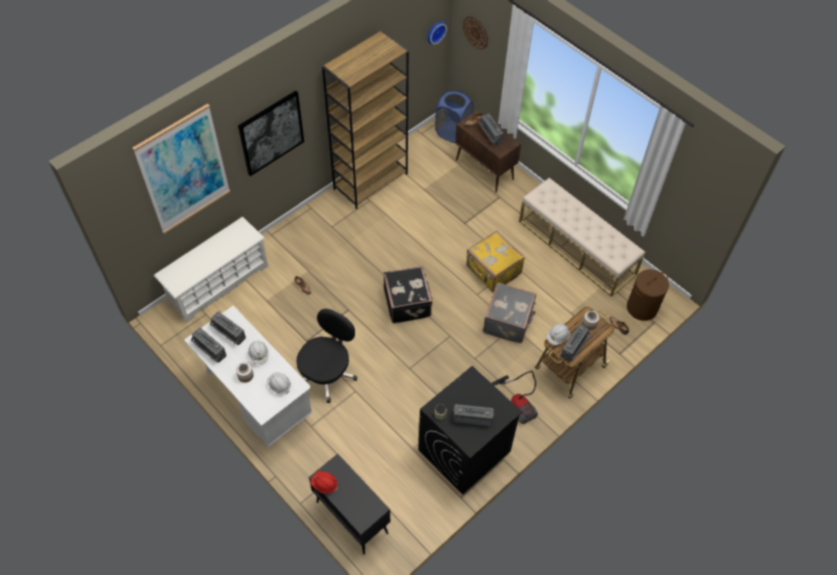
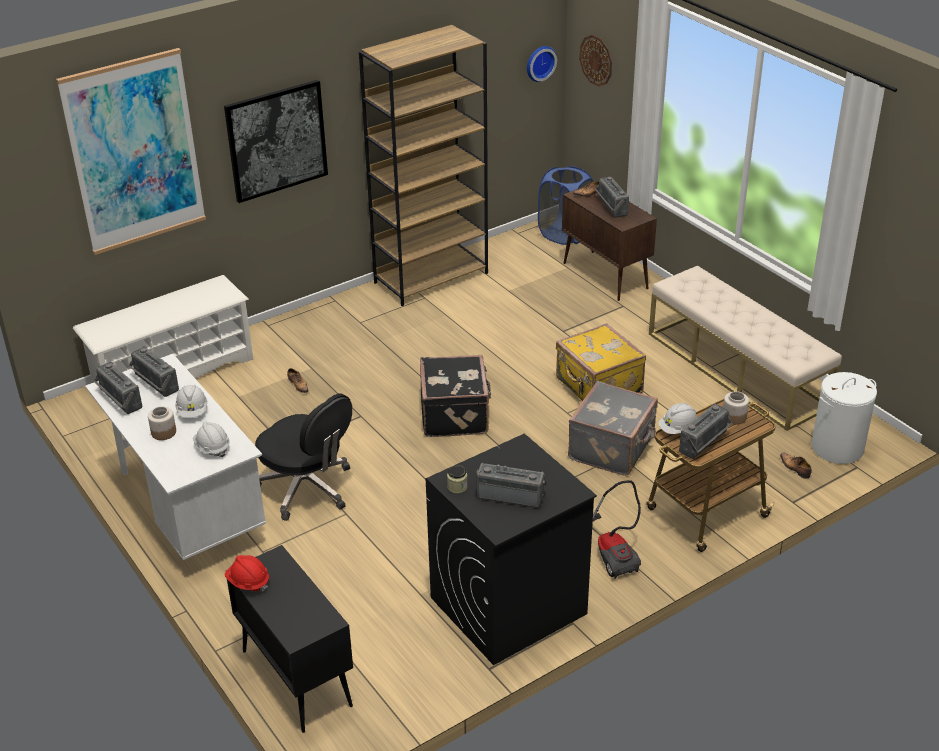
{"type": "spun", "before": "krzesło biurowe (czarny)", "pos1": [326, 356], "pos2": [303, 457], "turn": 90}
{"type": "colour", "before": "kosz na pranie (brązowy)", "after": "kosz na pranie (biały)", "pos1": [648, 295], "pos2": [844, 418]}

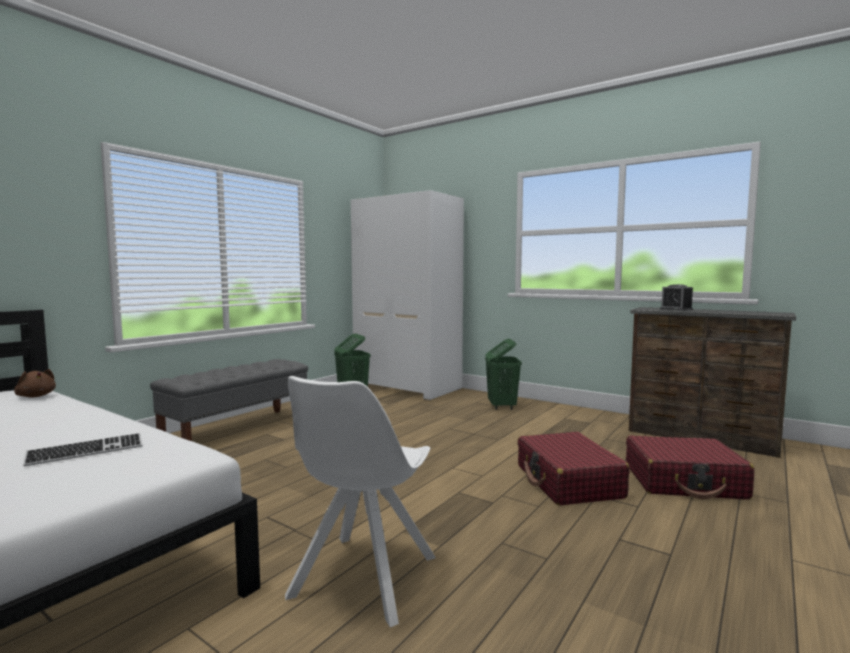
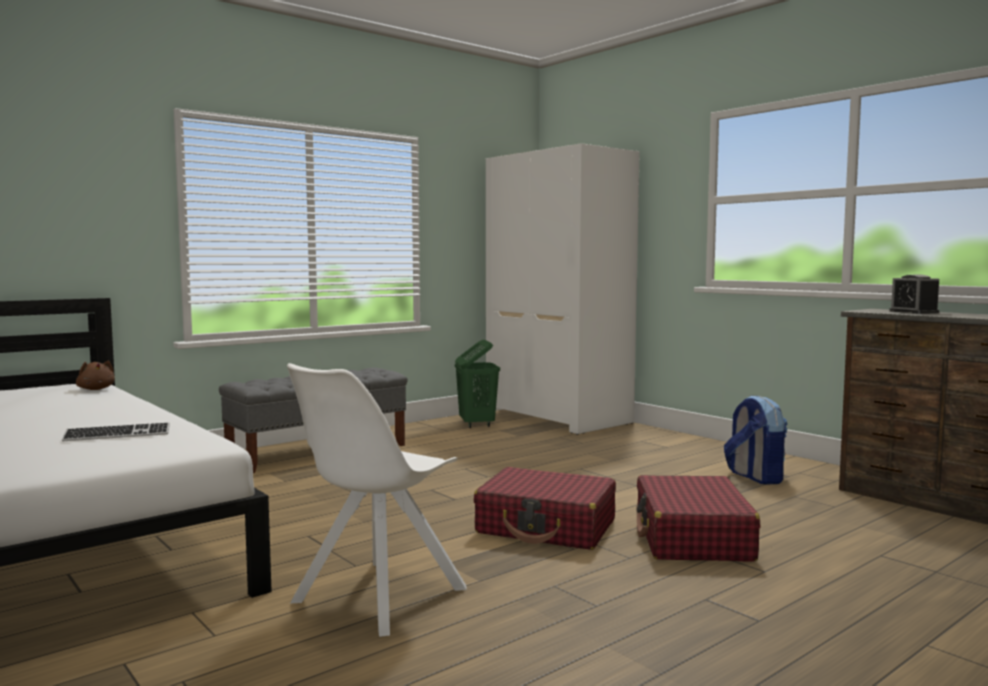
{"type": "relocated", "before": "walizka (czerwony)", "pos1": [690, 467], "pos2": [545, 508]}
{"type": "appeared", "after": "plecak", "pos2": [756, 440]}
{"type": "missing", "before": "kosz na pranie (zielony)", "pos1": [503, 374]}

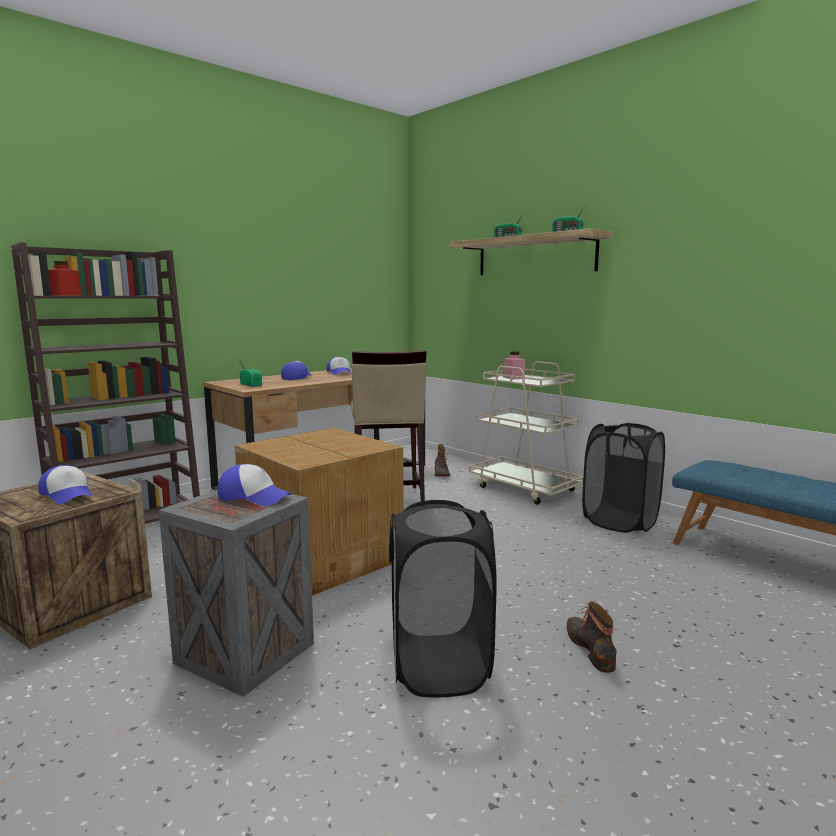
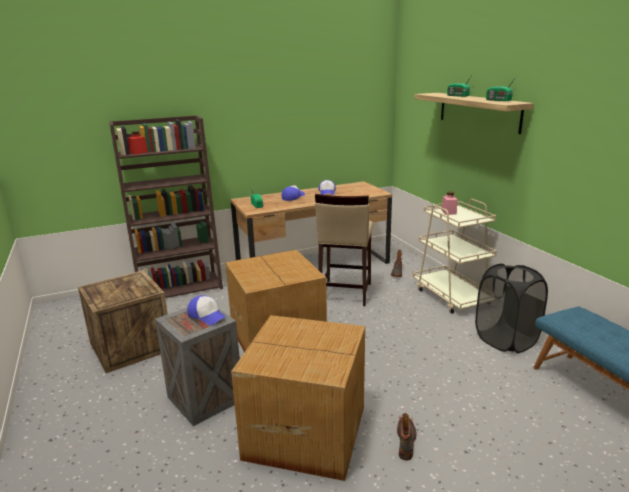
{"type": "exchanged", "before": "kosz na pranie (czarny)", "after": "karton", "pos1": [443, 598], "pos2": [298, 398]}
{"type": "missing", "before": "czapka z daszkiem", "pos1": [65, 484]}

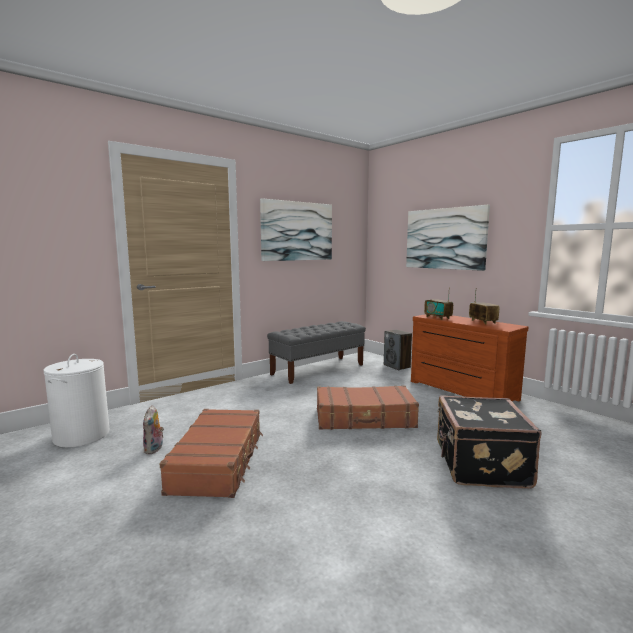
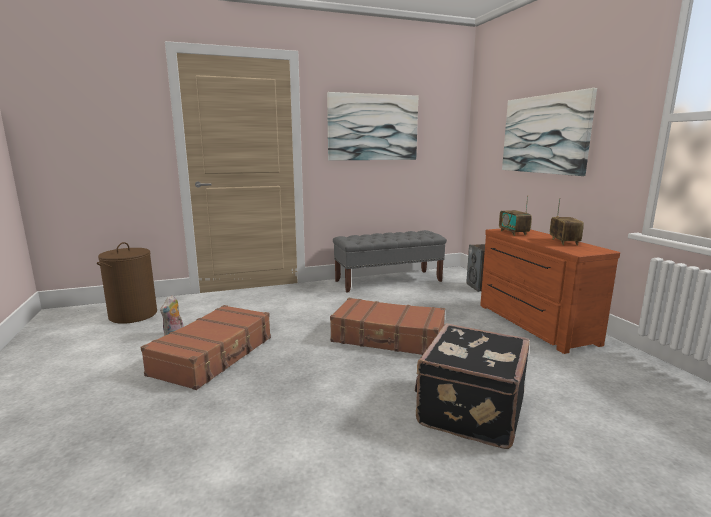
{"type": "colour", "before": "kosz na pranie (biały)", "after": "kosz na pranie (brązowy)", "pos1": [76, 400], "pos2": [127, 283]}

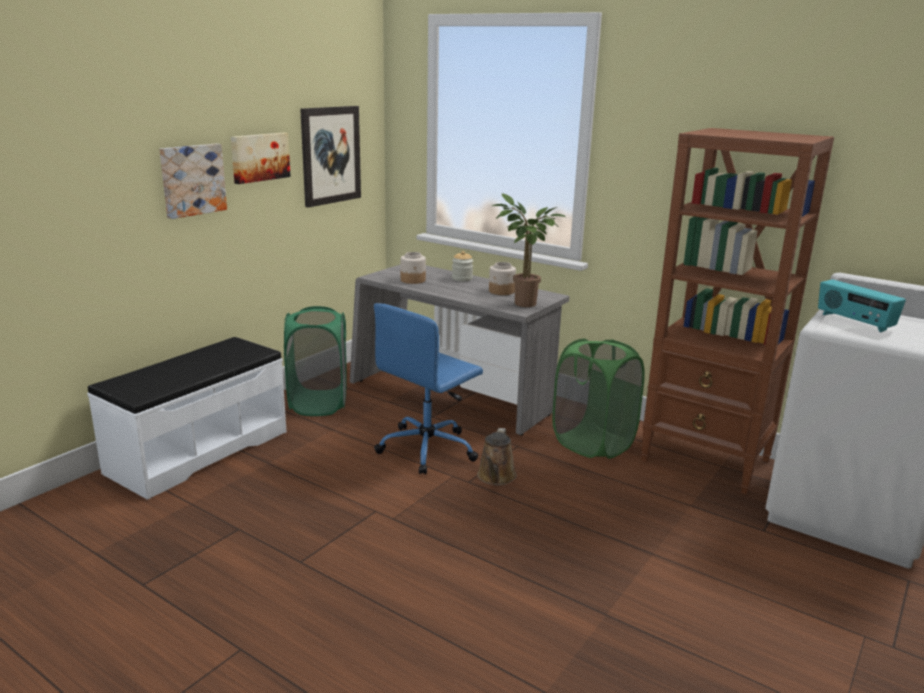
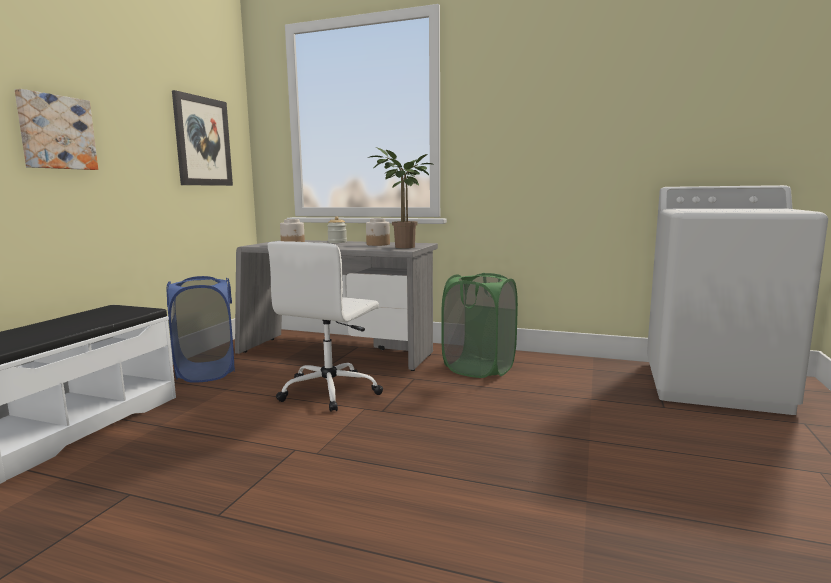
{"type": "colour", "before": "kosz na pranie (zielony)", "after": "kosz na pranie (niebieski)", "pos1": [315, 361], "pos2": [201, 329]}
{"type": "colour", "before": "krzesło biurowe (niebieski)", "after": "krzesło biurowe (biały)", "pos1": [428, 389], "pos2": [325, 326]}
{"type": "missing", "before": "obraz", "pos1": [261, 158]}
{"type": "missing", "before": "konewka (brązowy)", "pos1": [497, 456]}
{"type": "missing", "before": "regał (brązowy)", "pos1": [737, 311]}
{"type": "missing", "before": "radio", "pos1": [862, 306]}

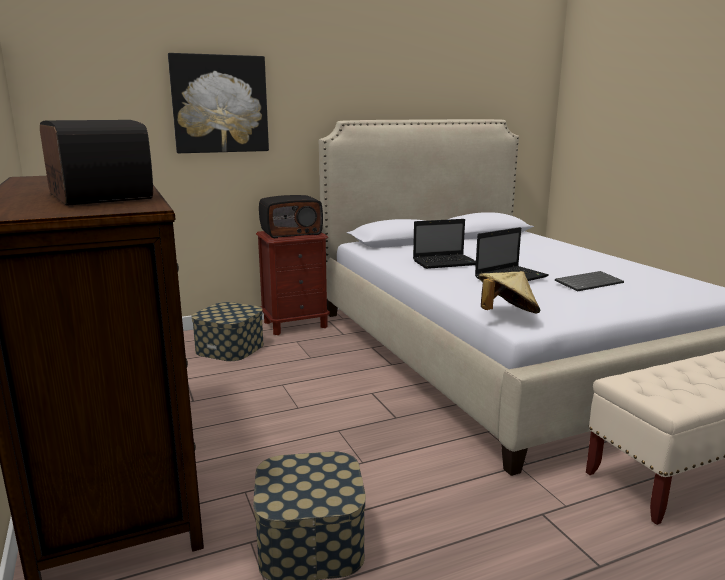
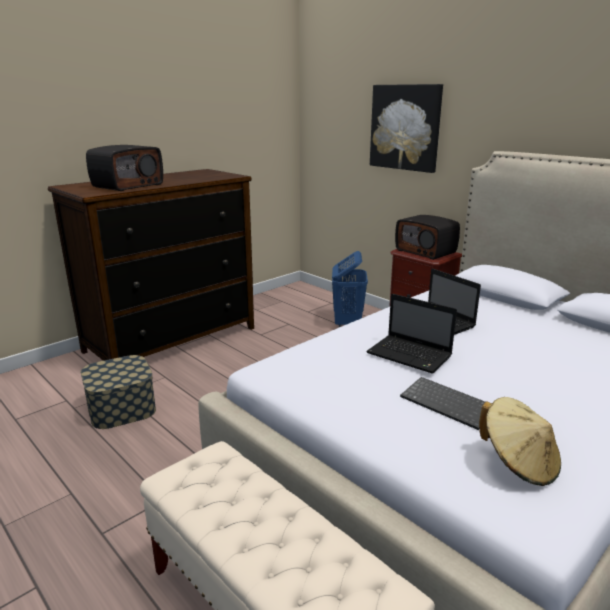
{"type": "exchanged", "before": "pojemnik do przechowywania", "after": "kosz na pranie (niebieski)", "pos1": [227, 331], "pos2": [350, 289]}
{"type": "relocated", "before": "kapelusz (beżowy)", "pos1": [509, 292], "pos2": [520, 441]}

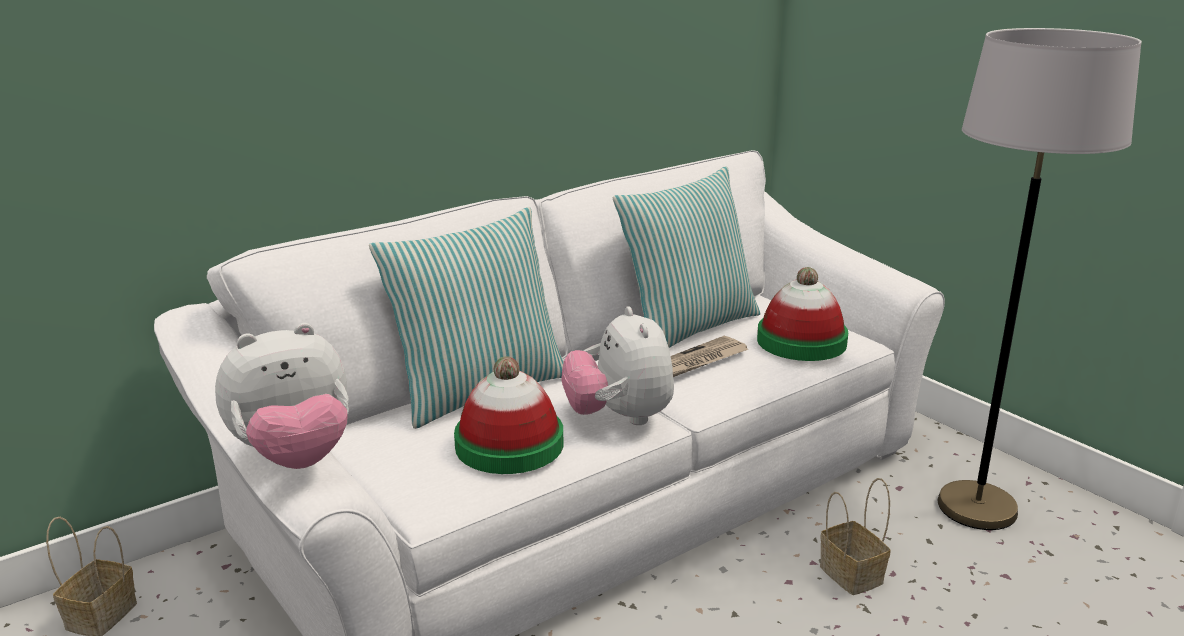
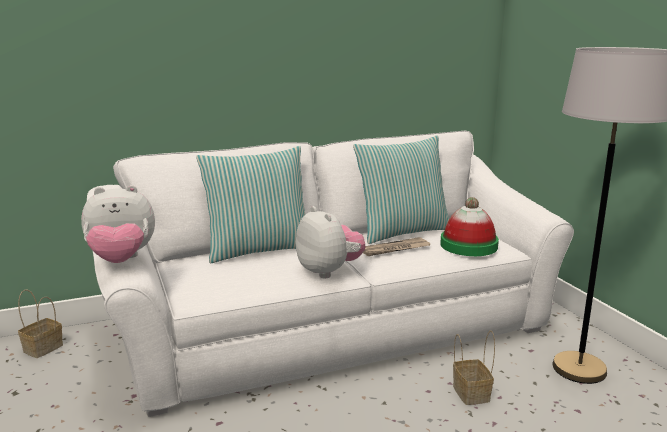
{"type": "spun", "before": "pluszak", "pos1": [617, 365], "pos2": [330, 242], "turn": 150}
{"type": "missing", "before": "kapelusz", "pos1": [509, 415]}

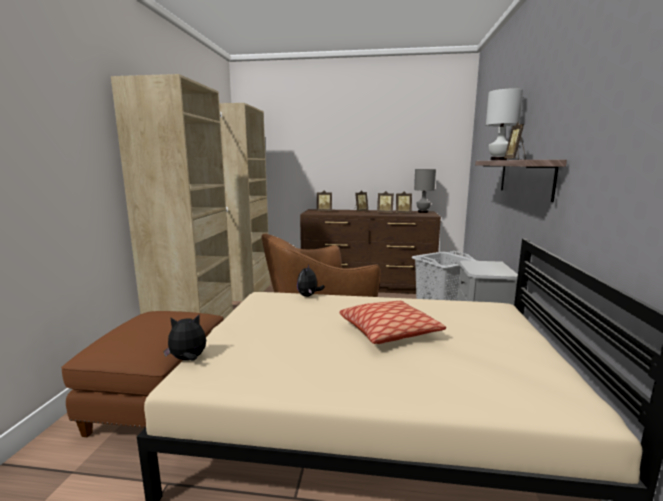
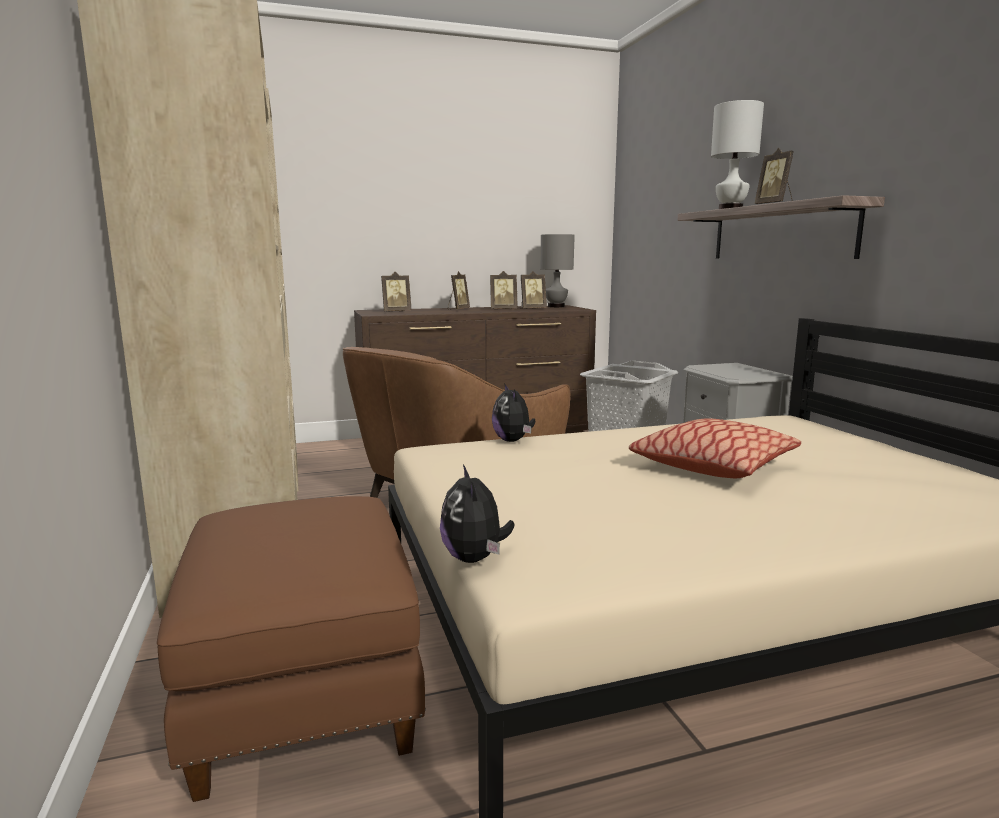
{"type": "spun", "before": "pluszak", "pos1": [184, 338], "pos2": [477, 513], "turn": -60}

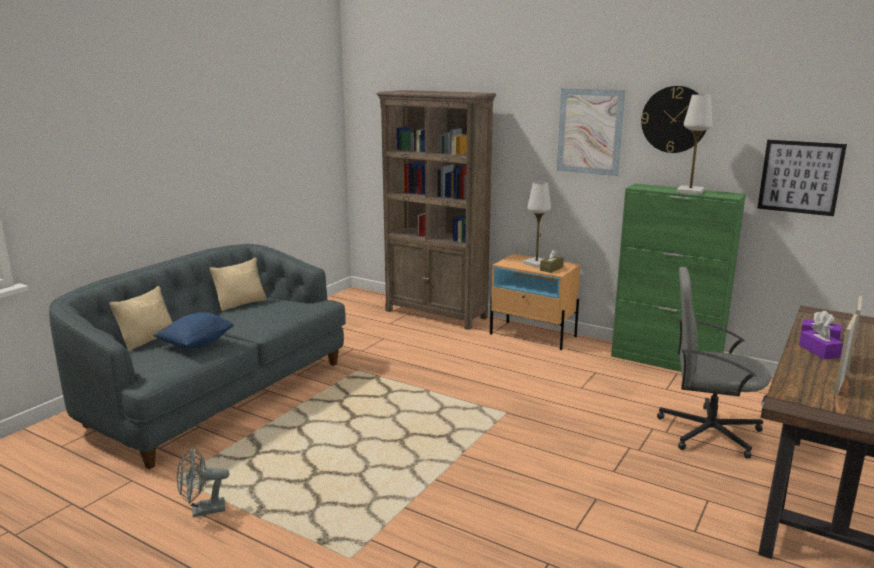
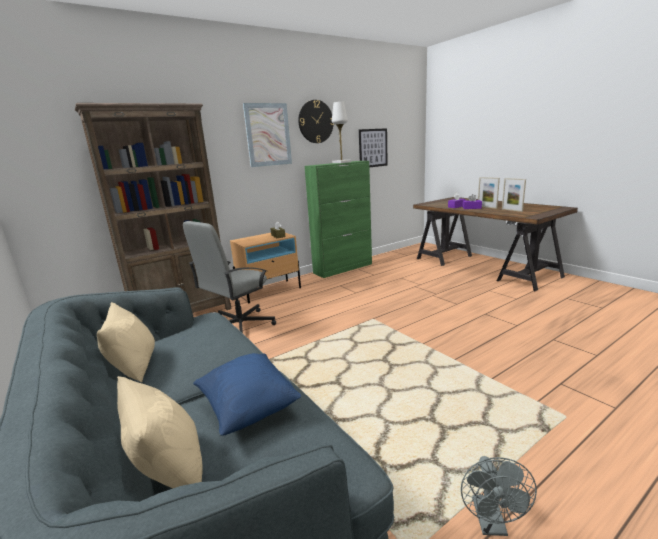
{"type": "relocated", "before": "krzesło biurowe (szary)", "pos1": [714, 362], "pos2": [229, 277]}
{"type": "missing", "before": "lampa stołowa (biały)", "pos1": [537, 225]}

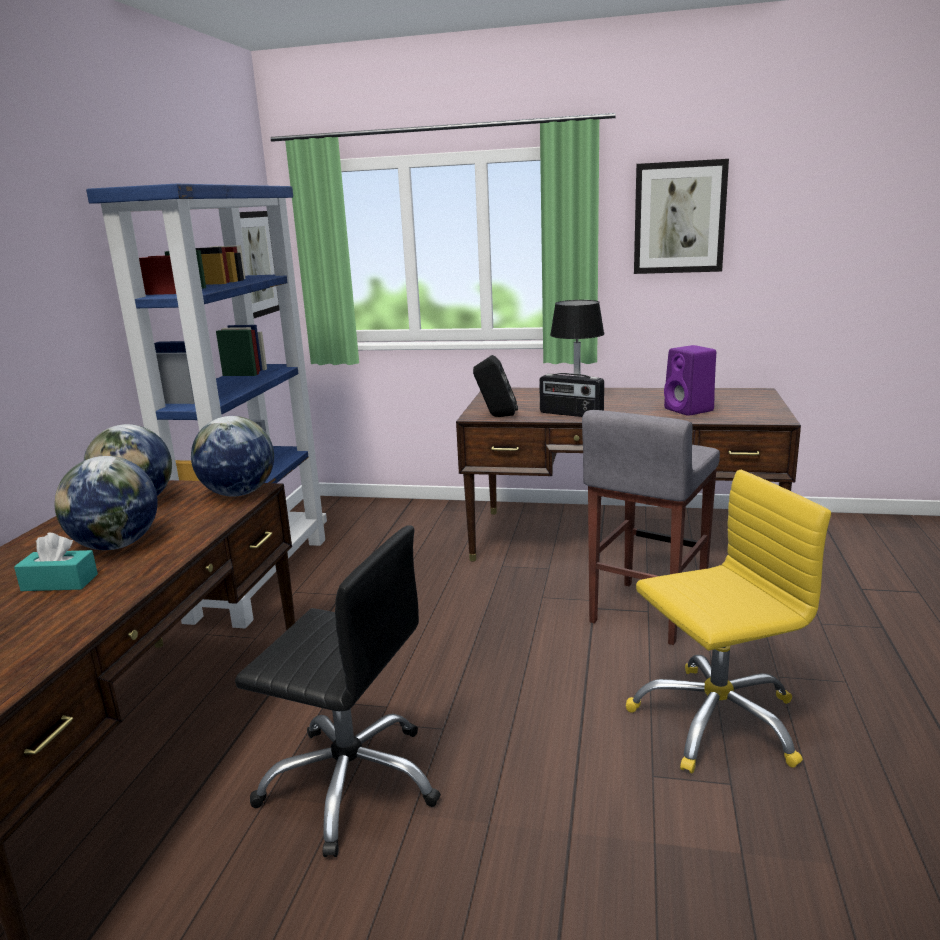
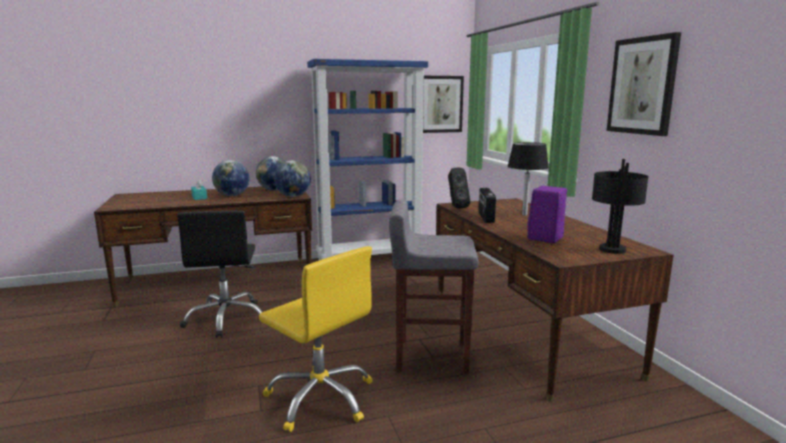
{"type": "appeared", "after": "lampa stołowa (czarny)", "pos2": [620, 206]}

